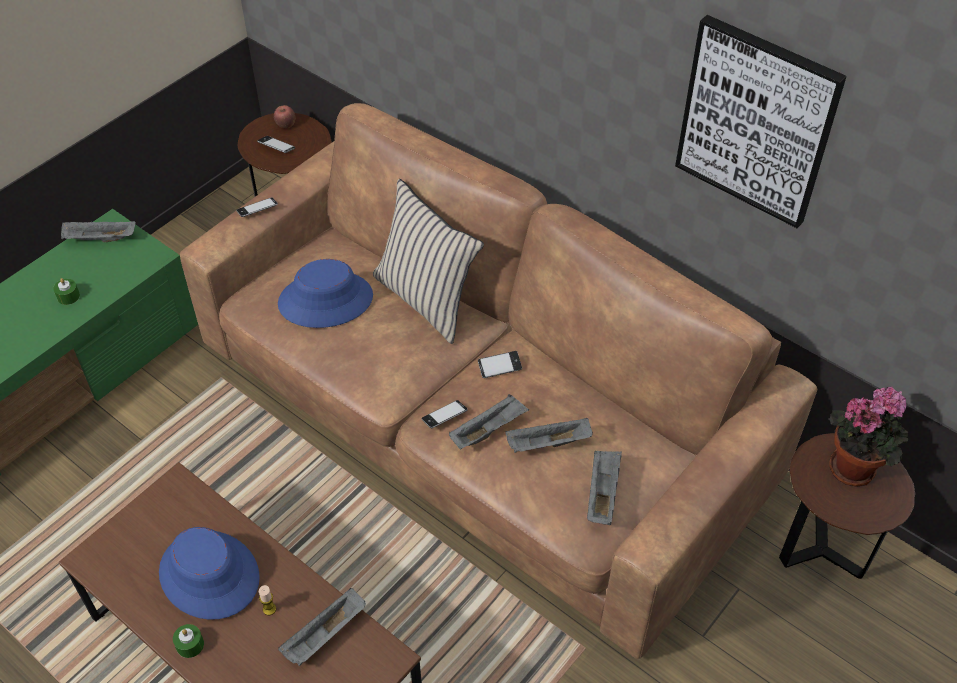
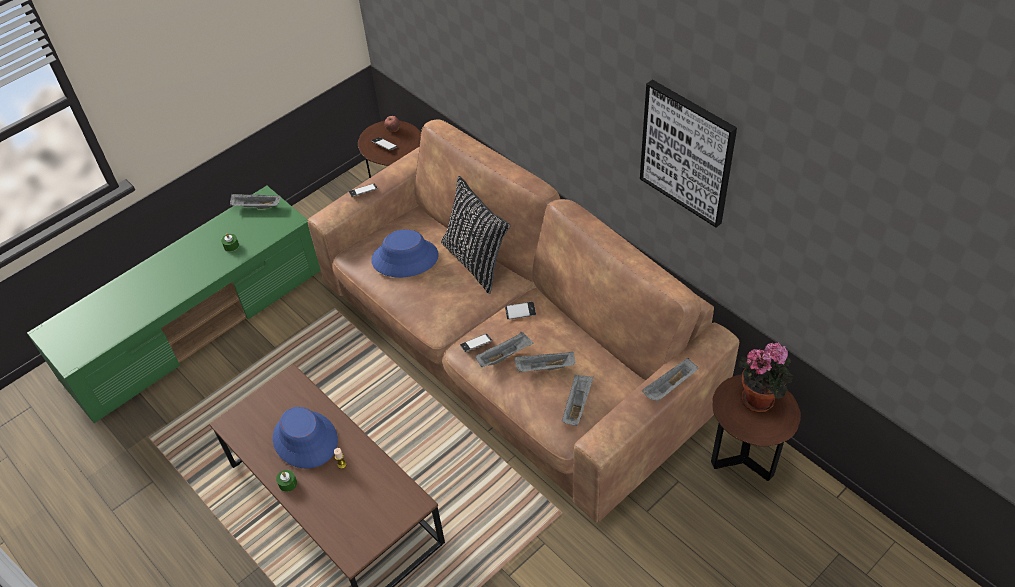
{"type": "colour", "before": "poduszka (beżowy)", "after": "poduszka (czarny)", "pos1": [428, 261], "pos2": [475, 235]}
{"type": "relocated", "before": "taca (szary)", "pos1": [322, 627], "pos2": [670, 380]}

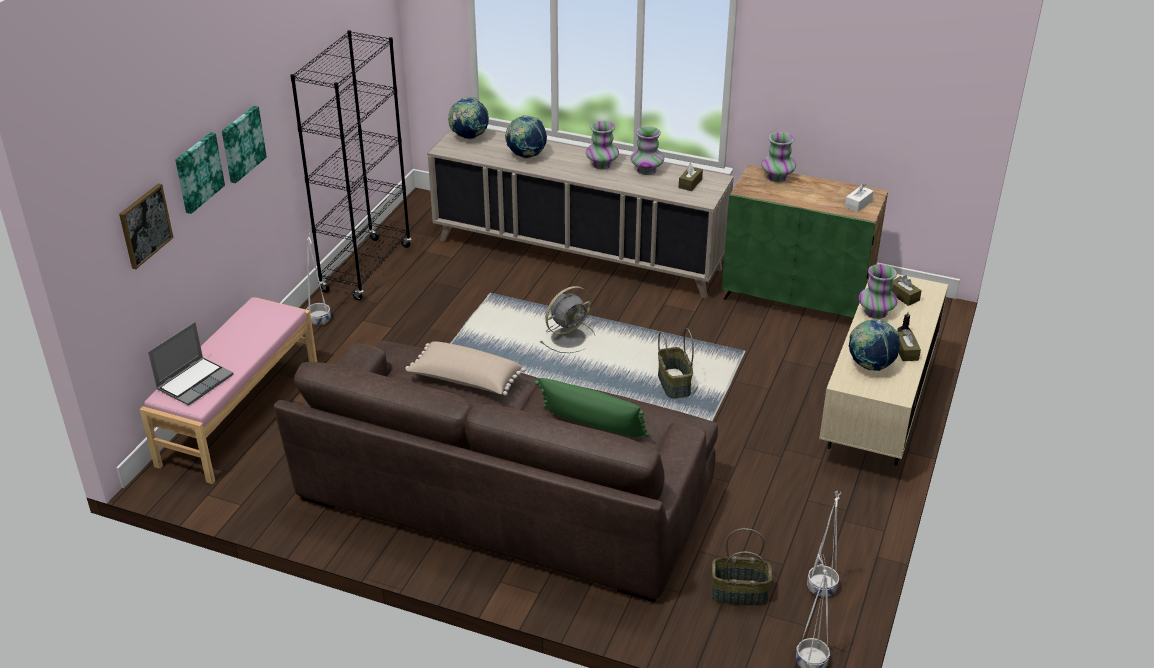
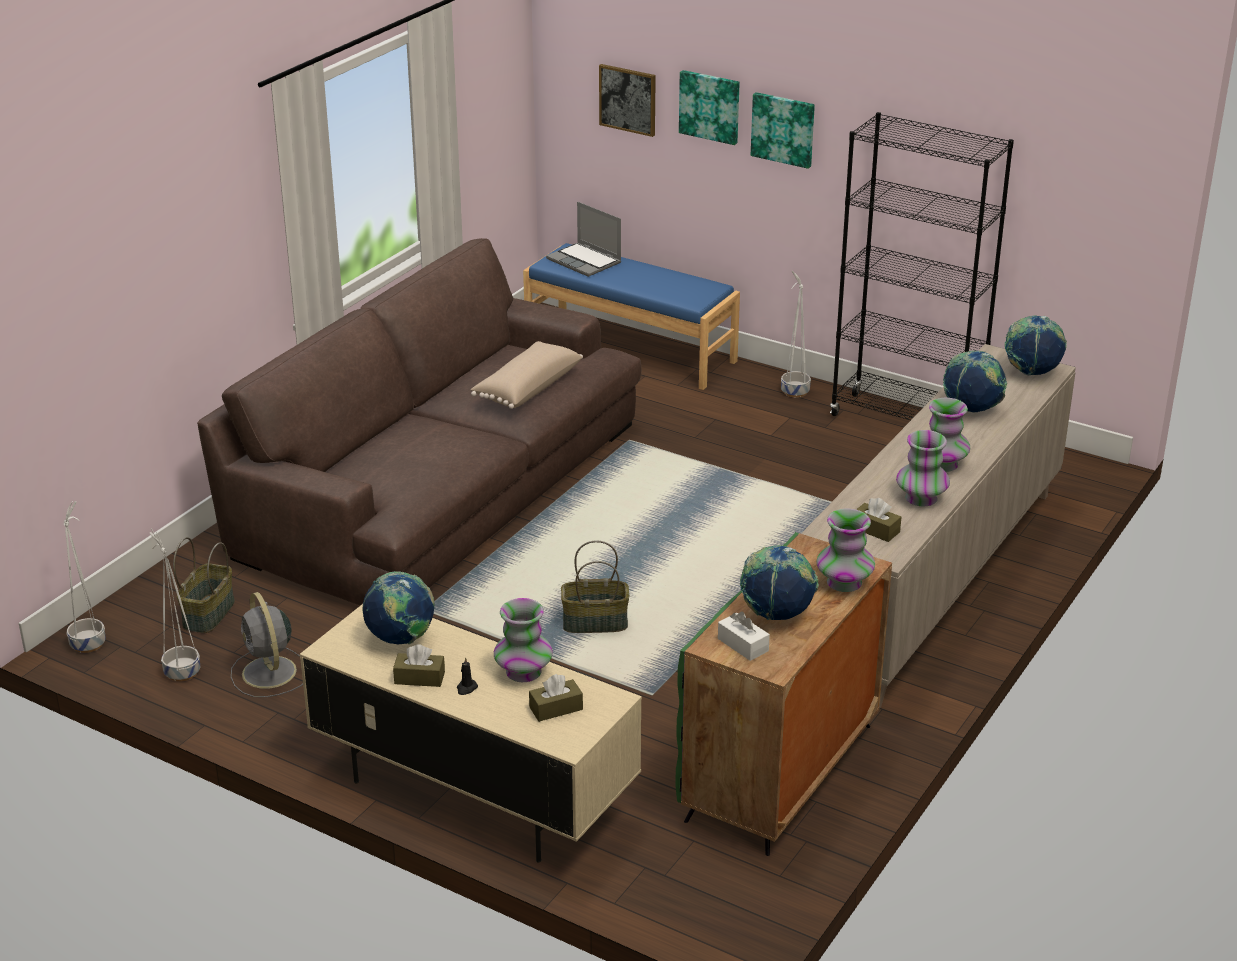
{"type": "relocated", "before": "wentylator (szary)", "pos1": [567, 319], "pos2": [267, 644]}
{"type": "colour", "before": "ławka (różowy)", "after": "ławka (niebieski)", "pos1": [228, 390], "pos2": [631, 316]}
{"type": "appeared", "after": "globus", "pos2": [779, 582]}
{"type": "missing", "before": "poduszka (zielony)", "pos1": [592, 407]}

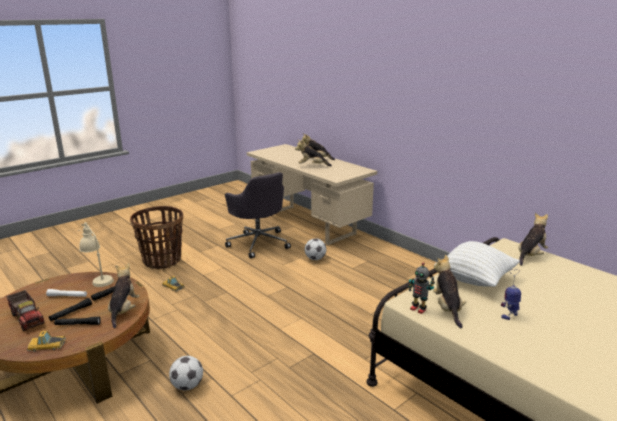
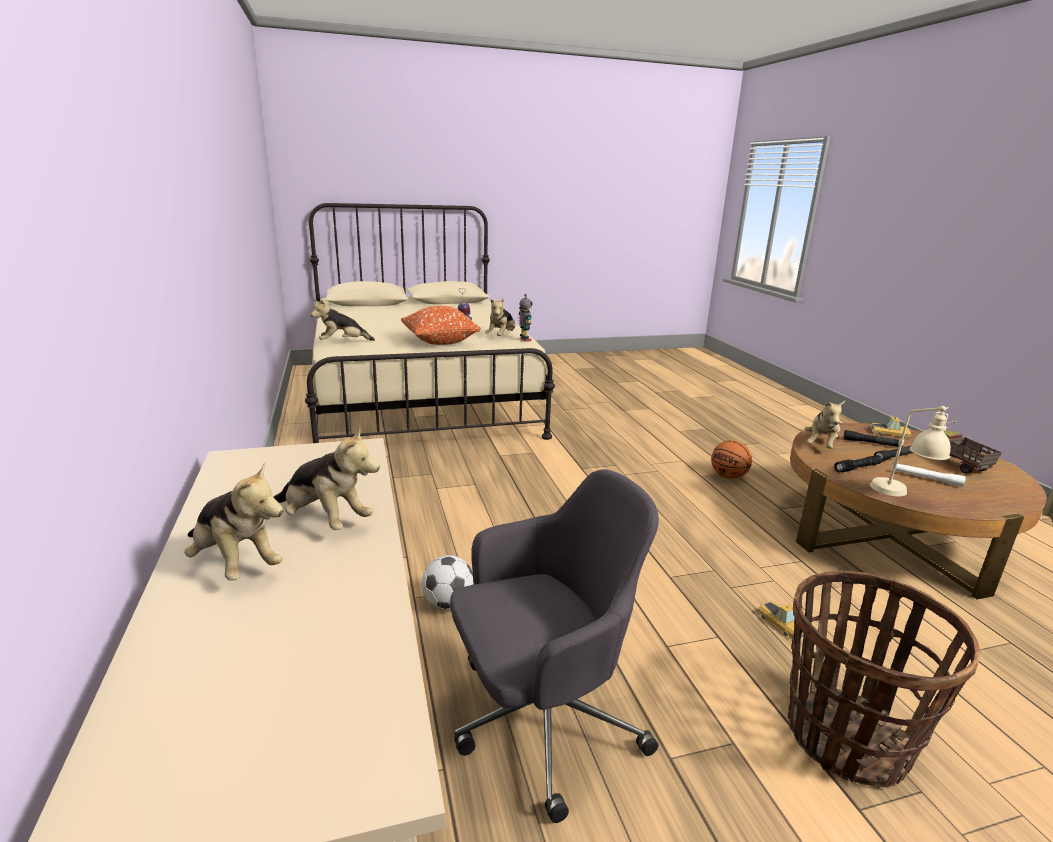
{"type": "colour", "before": "poduszka (biały)", "after": "poduszka (pomarańczowy)", "pos1": [477, 264], "pos2": [441, 325]}
{"type": "spun", "before": "krzesło biurowe (szary)", "pos1": [258, 215], "pos2": [554, 646], "turn": 75}
{"type": "exchanged", "before": "piłka futbolowa", "after": "piłka do koszykówki", "pos1": [186, 373], "pos2": [731, 459]}

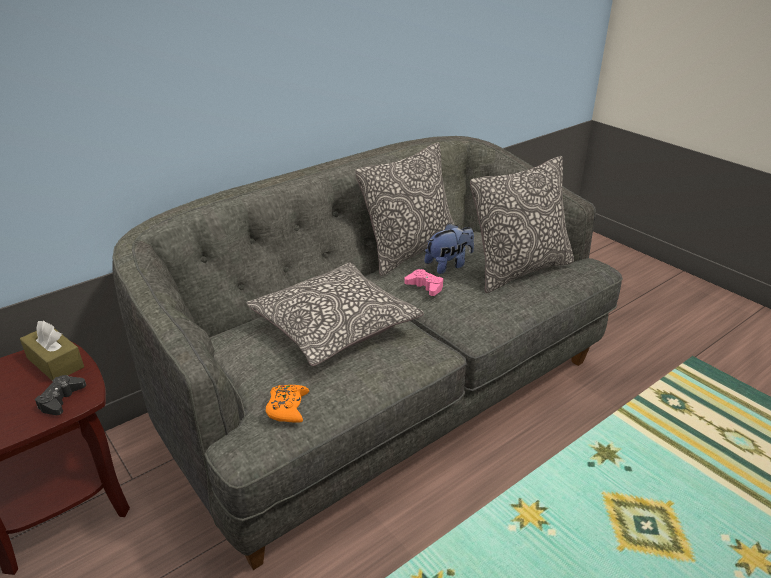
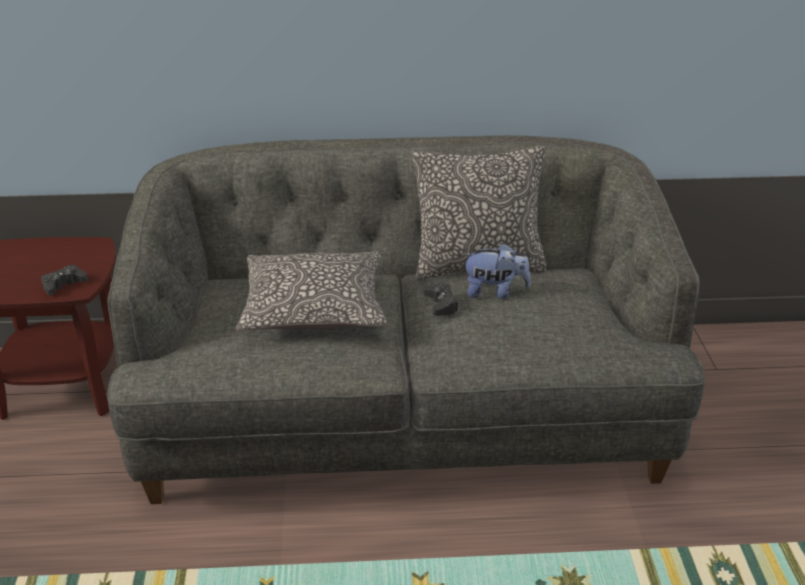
{"type": "colour", "before": "pad do gier (różowy)", "after": "pad do gier (czarny)", "pos1": [423, 282], "pos2": [441, 299]}
{"type": "missing", "before": "pudełko chusteczek (brązowy)", "pos1": [52, 351]}
{"type": "missing", "before": "pad do gier (pomarańczowy)", "pos1": [287, 404]}
{"type": "missing", "before": "poduszka", "pos1": [522, 224]}

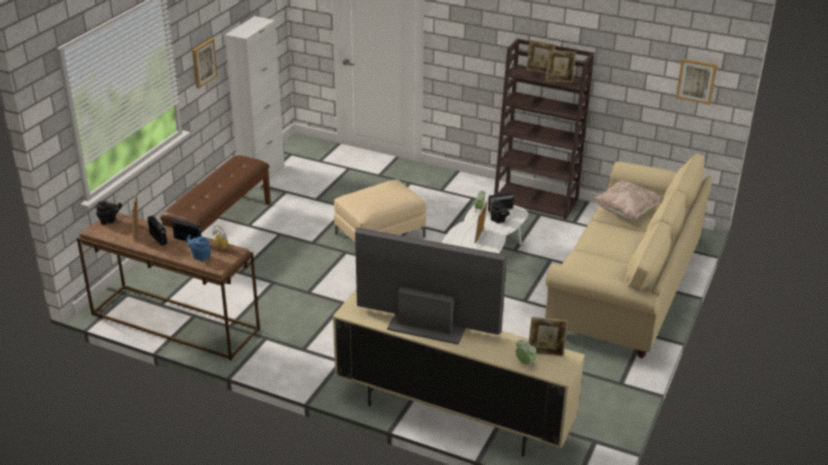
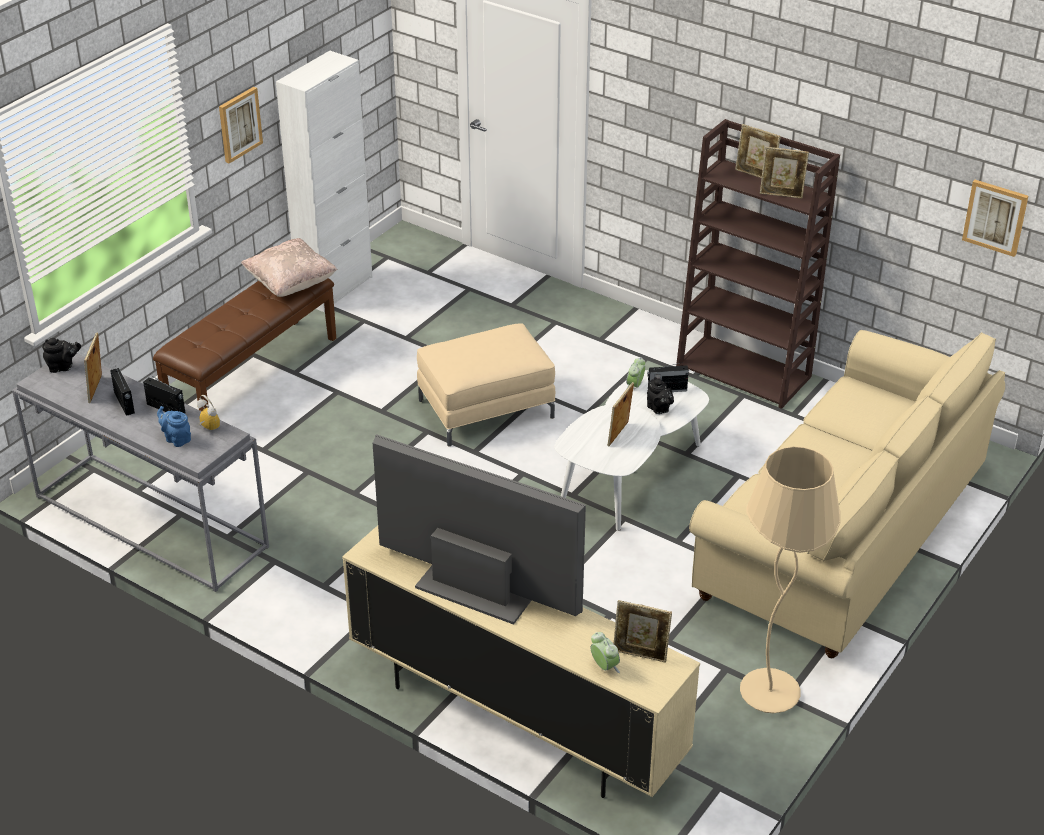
{"type": "colour", "before": "stolik konsolowy (brązowy)", "after": "stolik konsolowy (szary)", "pos1": [168, 286], "pos2": [140, 472]}
{"type": "relocated", "before": "poduszka (beżowy)", "pos1": [628, 200], "pos2": [289, 267]}
{"type": "appeared", "after": "lampa stojąca (beżowy)", "pos2": [790, 579]}

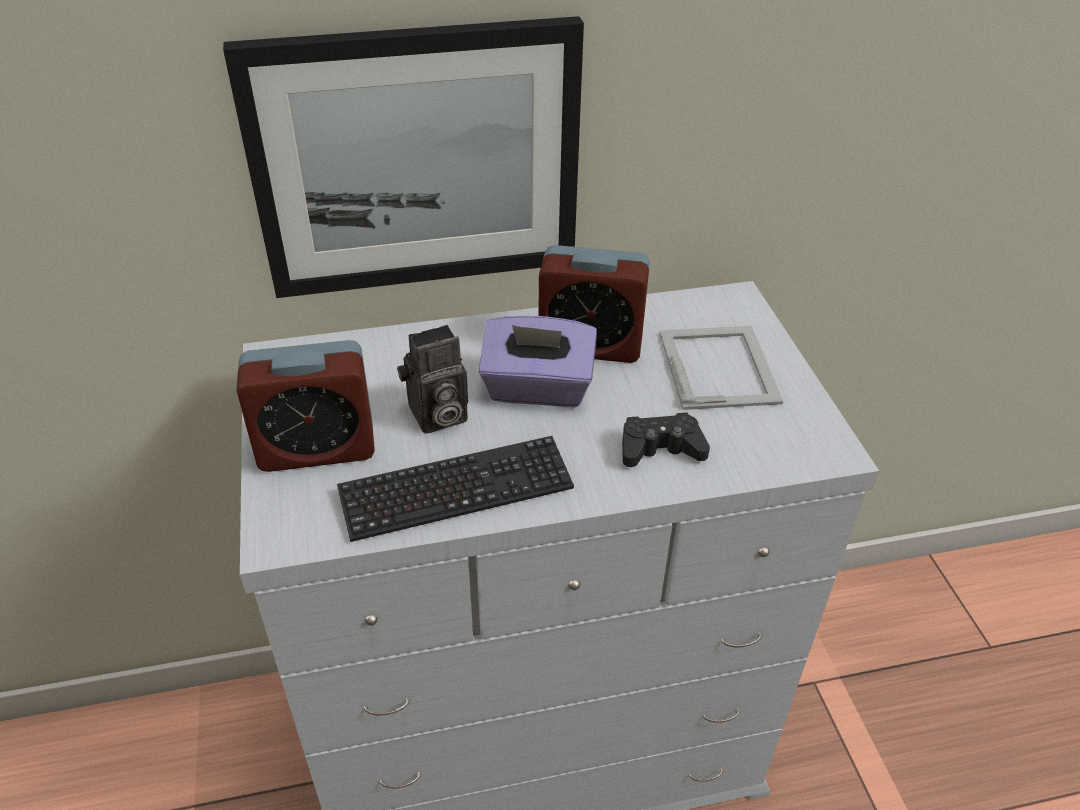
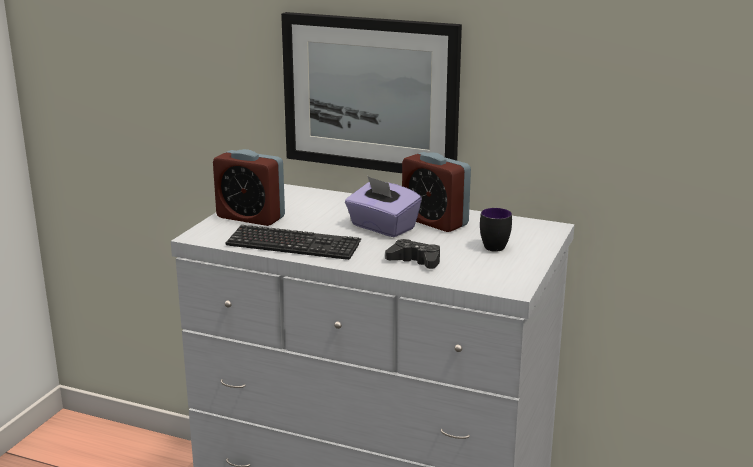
{"type": "exchanged", "before": "ramka na zdjęcie", "after": "kubek", "pos1": [721, 368], "pos2": [496, 230]}
{"type": "missing", "before": "aparat fotograficzny", "pos1": [432, 379]}

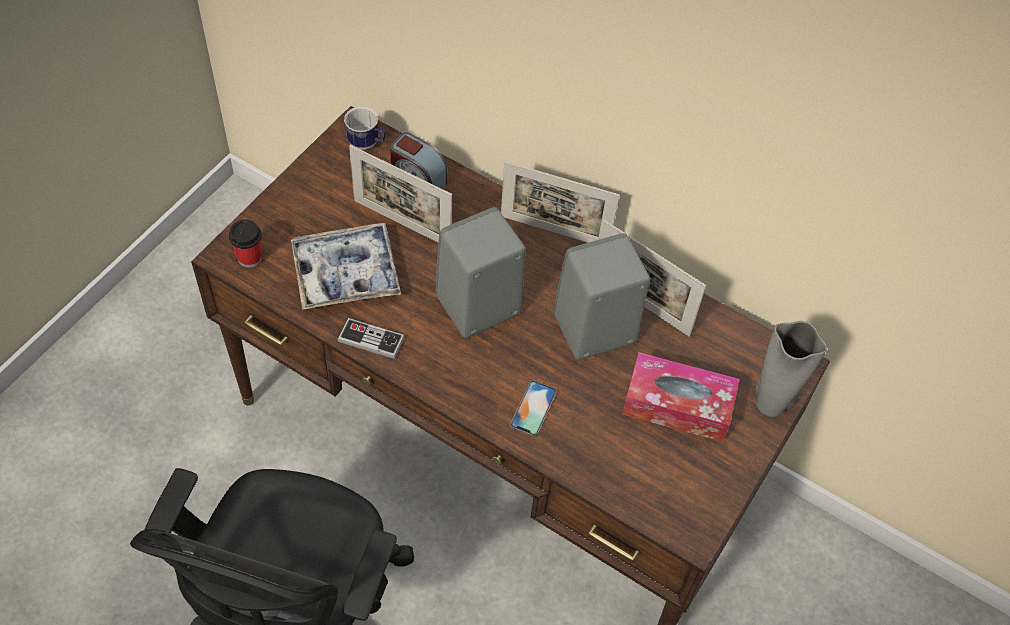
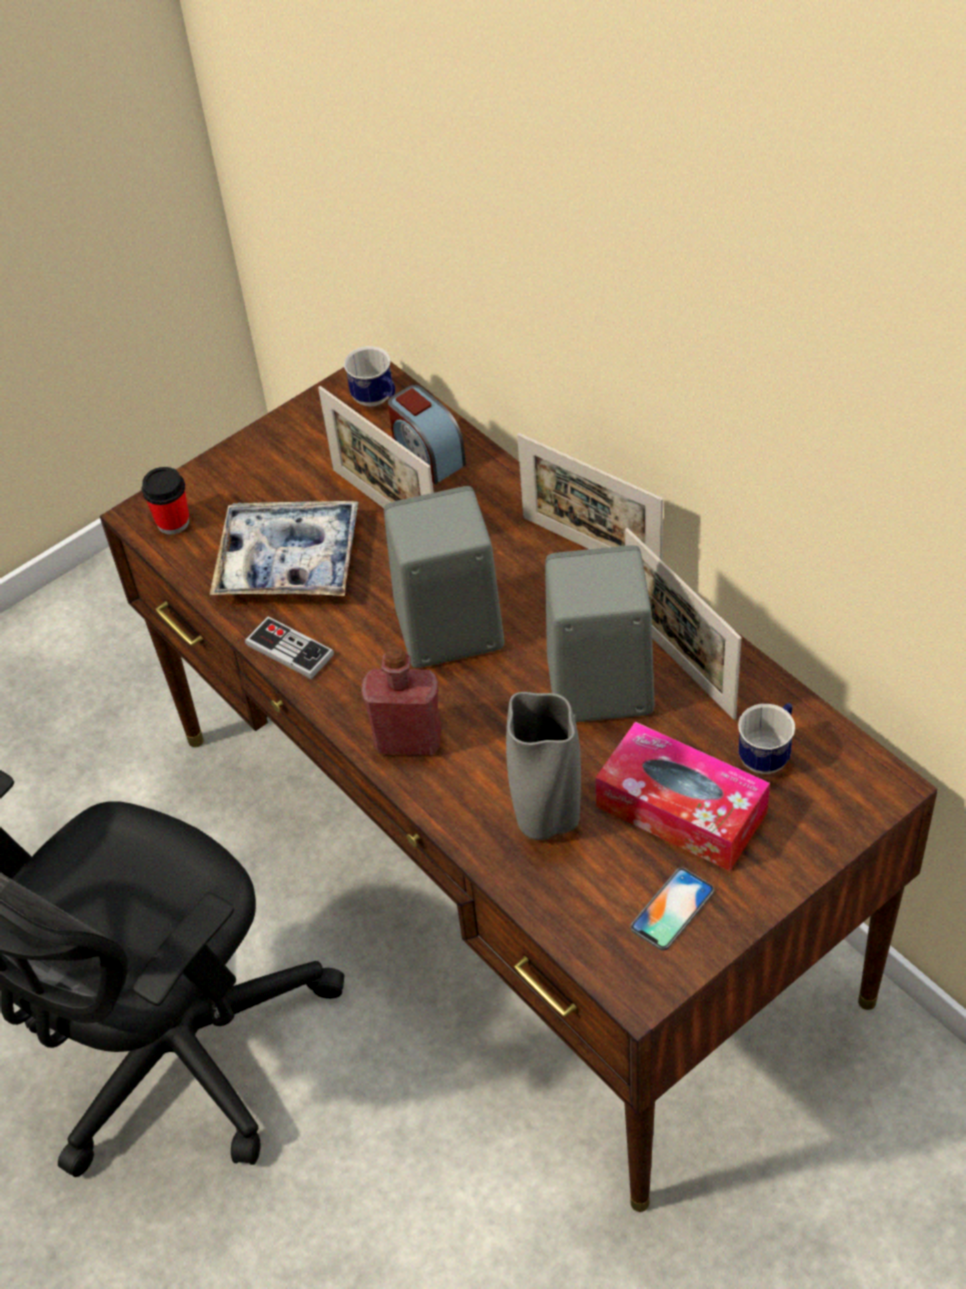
{"type": "appeared", "after": "butelka (czerwony)", "pos2": [401, 701]}
{"type": "relocated", "before": "wazon (szary)", "pos1": [791, 369], "pos2": [543, 766]}
{"type": "relocated", "before": "telefon", "pos1": [533, 408], "pos2": [672, 909]}
{"type": "appeared", "after": "kubek", "pos2": [766, 738]}

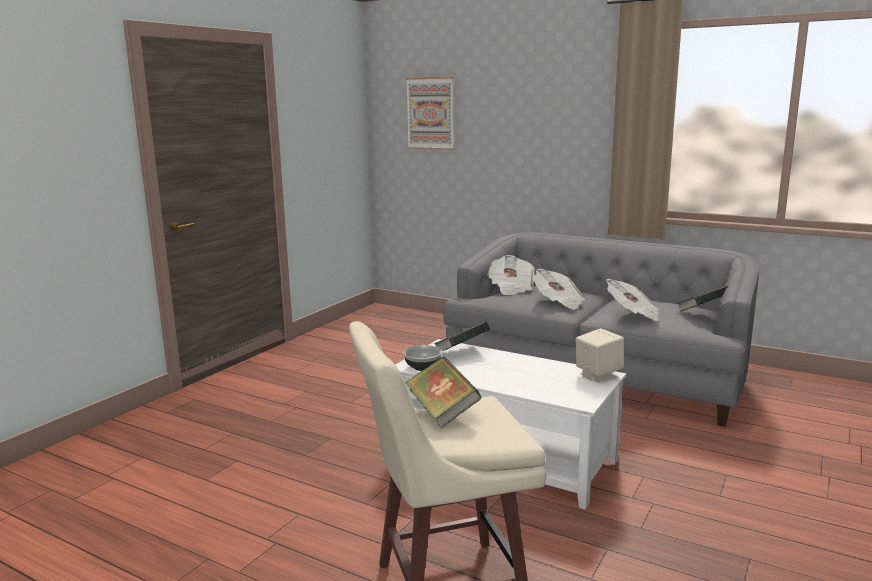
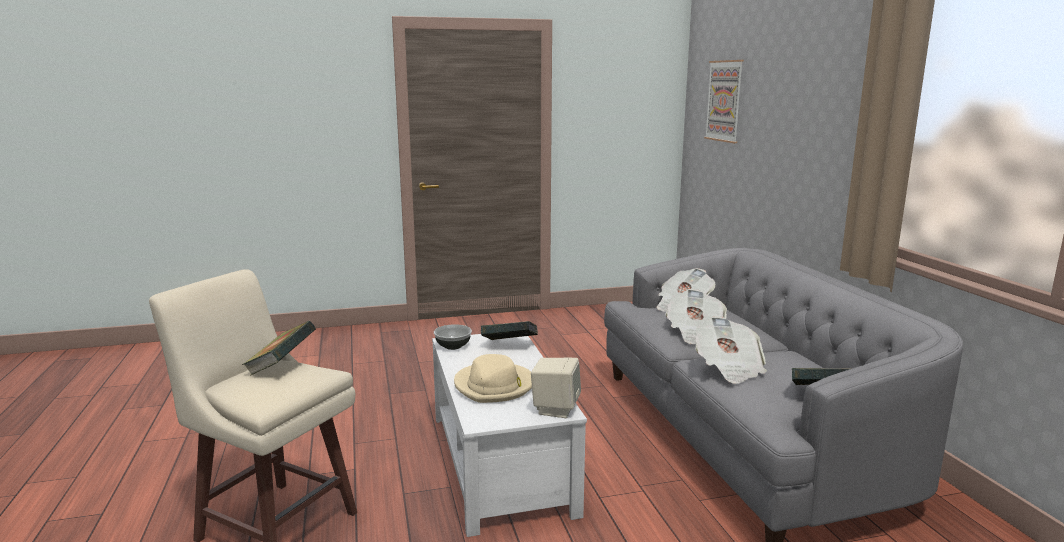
{"type": "appeared", "after": "kapelusz (beżowy)", "pos2": [493, 378]}

